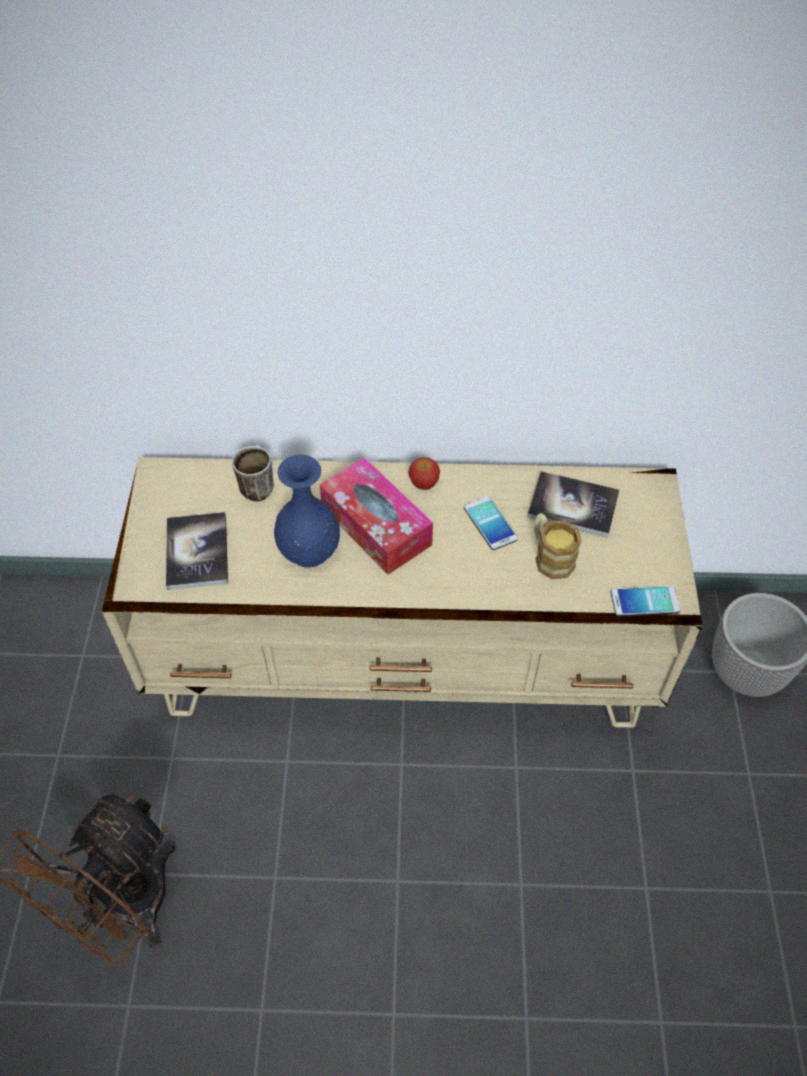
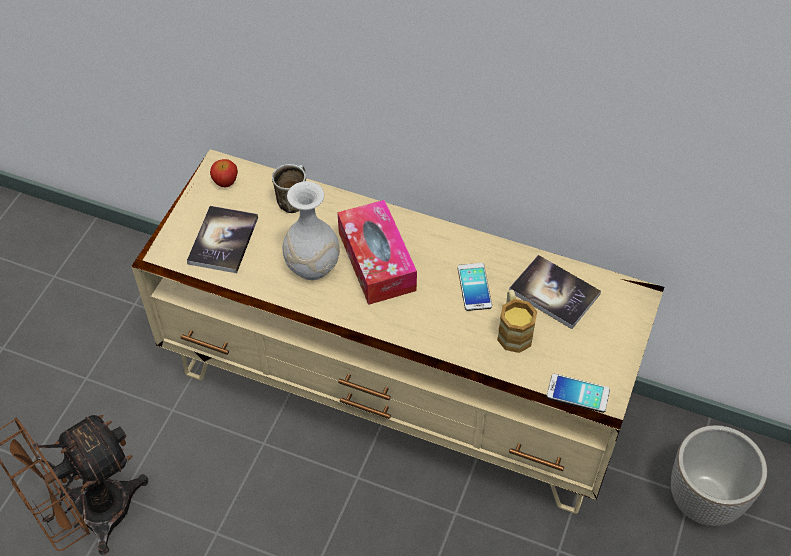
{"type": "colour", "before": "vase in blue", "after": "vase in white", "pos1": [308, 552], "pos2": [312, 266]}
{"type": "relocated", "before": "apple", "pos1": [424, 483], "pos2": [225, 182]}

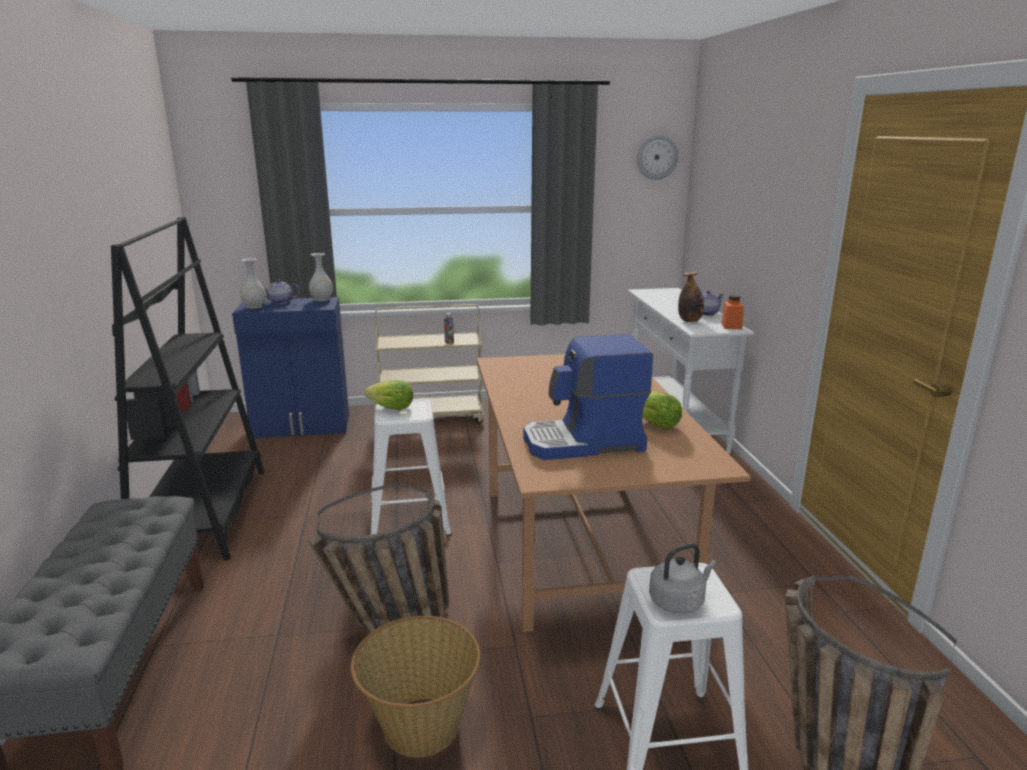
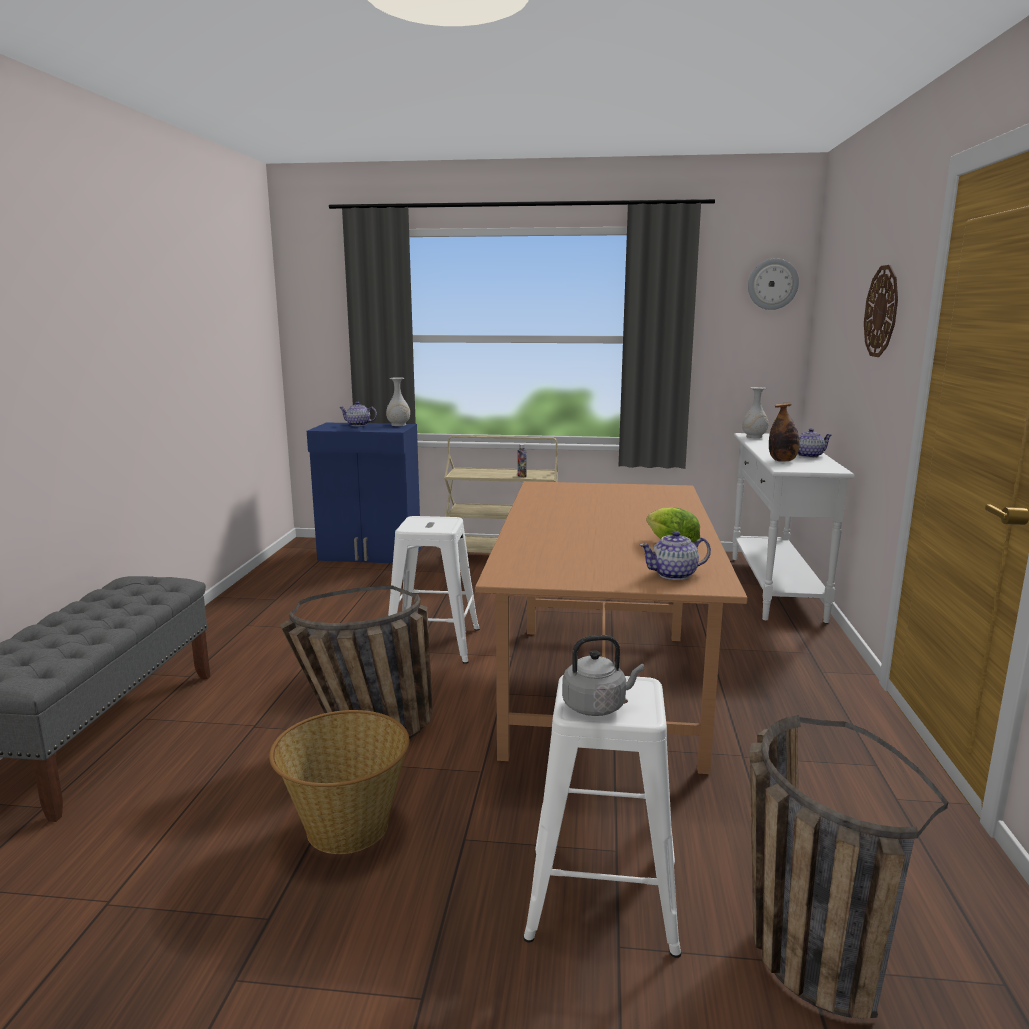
{"type": "missing", "before": "bookcase in black", "pos1": [203, 515]}
{"type": "relocated", "before": "vase in white", "pos1": [255, 307], "pos2": [754, 437]}
{"type": "missing", "before": "jar in orange", "pos1": [731, 326]}
{"type": "missing", "before": "coffee machine", "pos1": [584, 443]}
{"type": "missing", "before": "lettuce", "pos1": [391, 408]}
{"type": "appeared", "after": "wall clock", "pos2": [882, 311]}
{"type": "appeared", "after": "teapot", "pos2": [674, 575]}

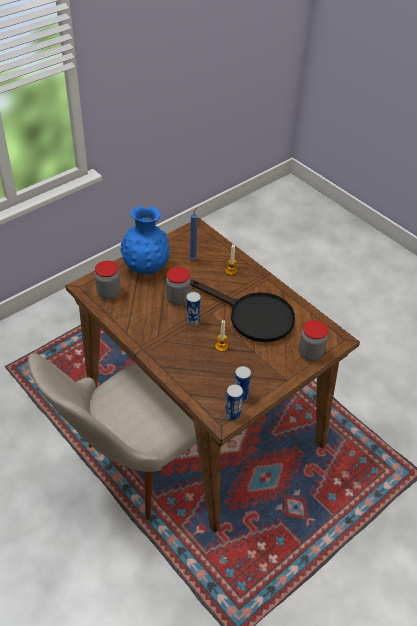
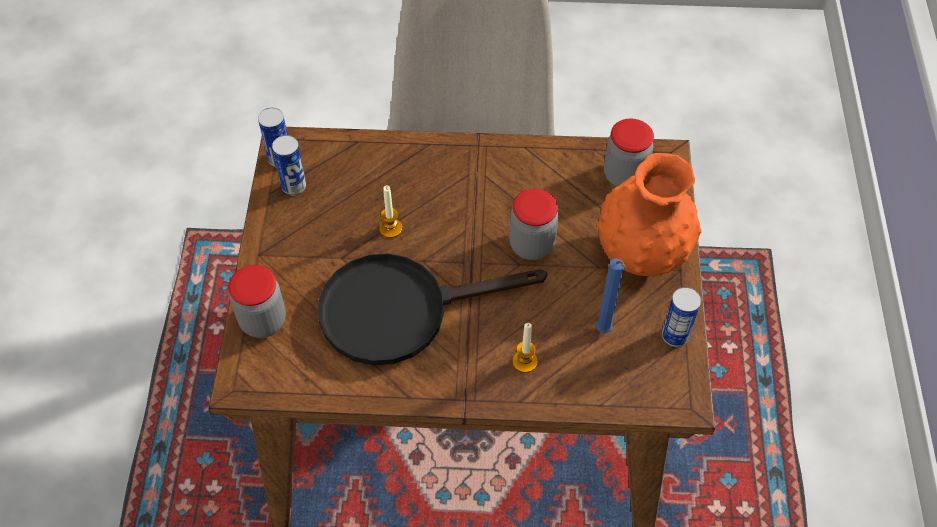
{"type": "colour", "before": "vase in blue", "after": "vase in orange", "pos1": [146, 267], "pos2": [641, 254]}
{"type": "relocated", "before": "can", "pos1": [192, 322], "pos2": [674, 336]}

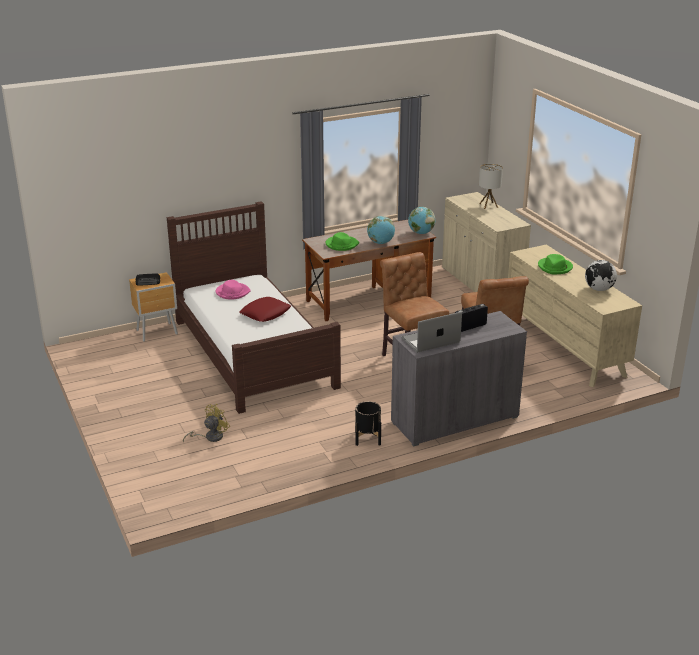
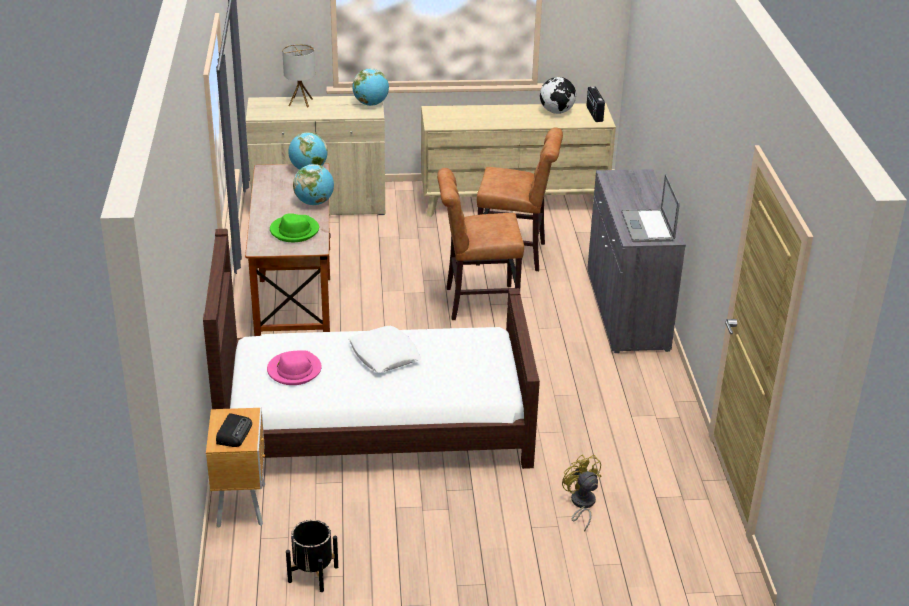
{"type": "missing", "before": "hat in green", "pos1": [555, 267]}
{"type": "colour", "before": "pillow in red", "after": "pillow in white", "pos1": [265, 313], "pos2": [384, 355]}
{"type": "relocated", "before": "radio", "pos1": [470, 327], "pos2": [594, 114]}
{"type": "relocated", "before": "planter in black", "pos1": [367, 438], "pos2": [313, 574]}
{"type": "appeared", "after": "globe", "pos2": [371, 104]}

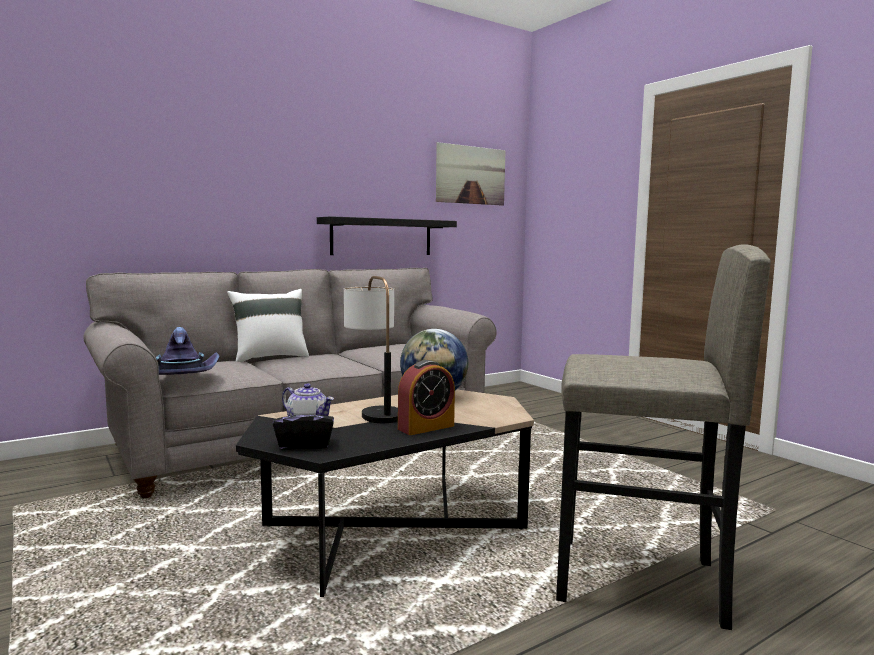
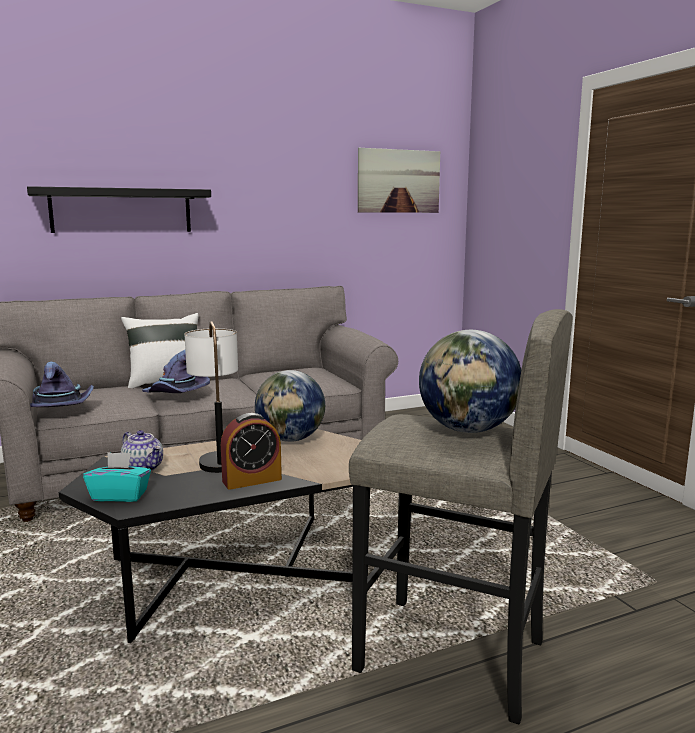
{"type": "relocated", "before": "shelf in black", "pos1": [382, 237], "pos2": [121, 211]}
{"type": "colour", "before": "tissue box in black", "after": "tissue box in turquoise", "pos1": [305, 444], "pos2": [120, 496]}
{"type": "appeared", "after": "globe", "pos2": [468, 430]}
{"type": "appeared", "after": "hat in purple", "pos2": [177, 395]}

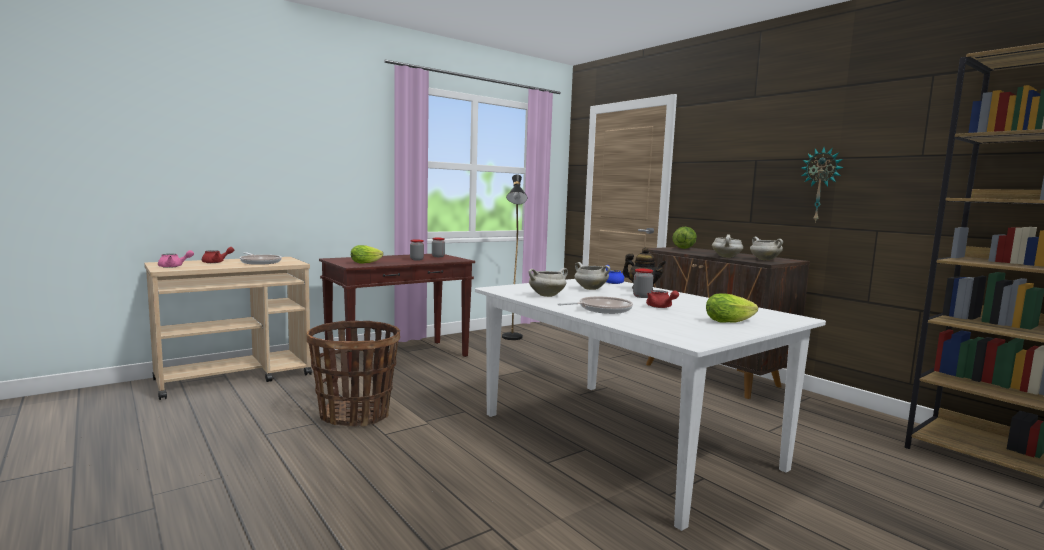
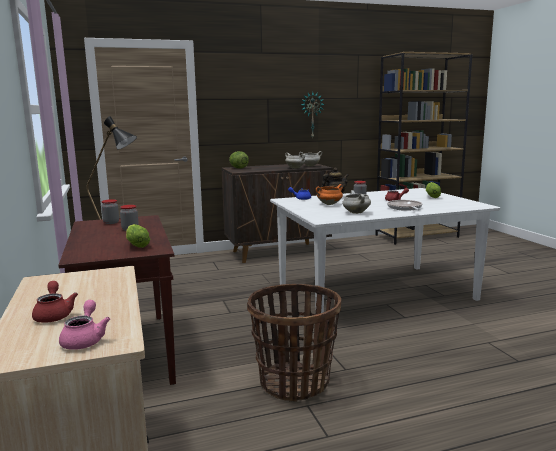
{"type": "missing", "before": "frying pan", "pos1": [260, 262]}
{"type": "colour", "before": "cooking pot in white", "after": "cooking pot in orange", "pos1": [590, 289], "pos2": [329, 204]}

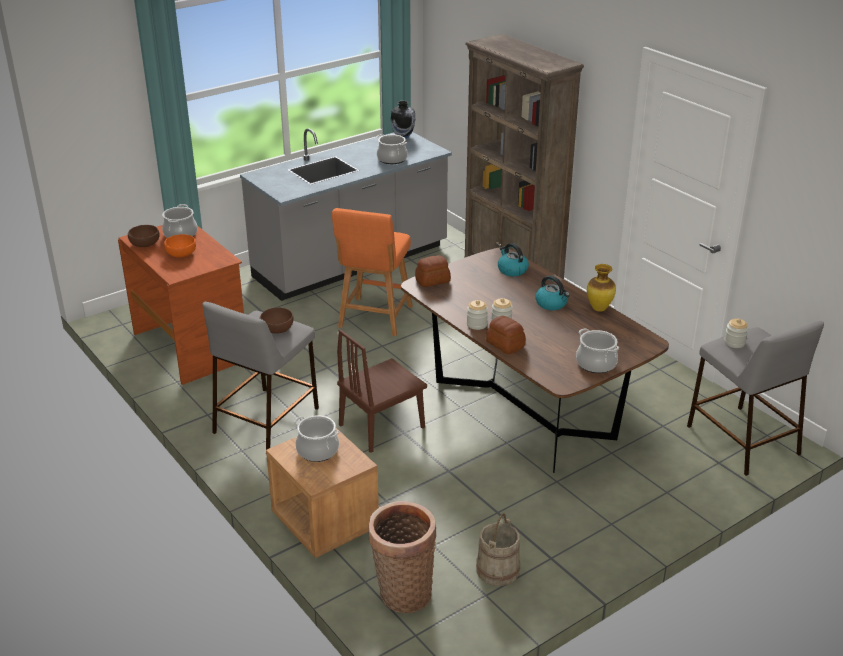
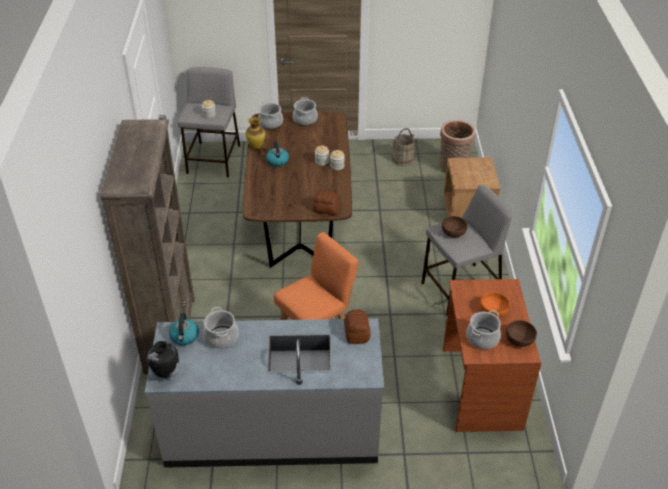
{"type": "relocated", "before": "kettle", "pos1": [512, 270], "pos2": [184, 337]}
{"type": "relocated", "before": "bread", "pos1": [505, 345], "pos2": [357, 333]}
{"type": "missing", "before": "chair in brown", "pos1": [382, 426]}
{"type": "relocated", "before": "cooking pot", "pos1": [317, 450], "pos2": [270, 123]}

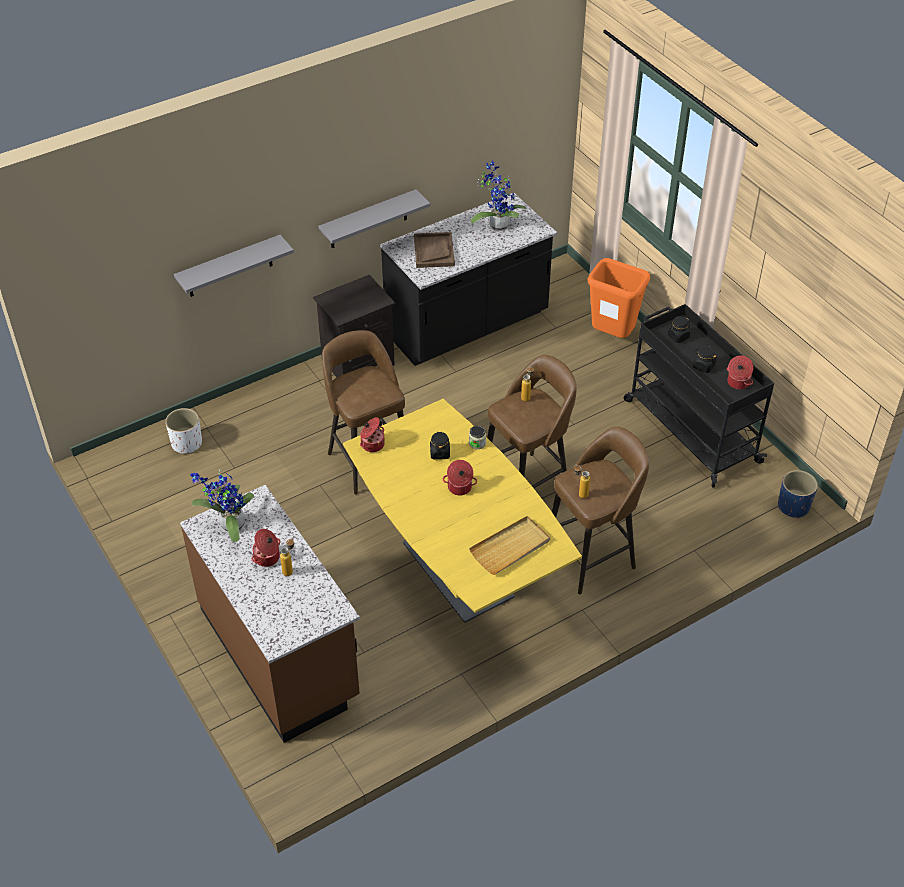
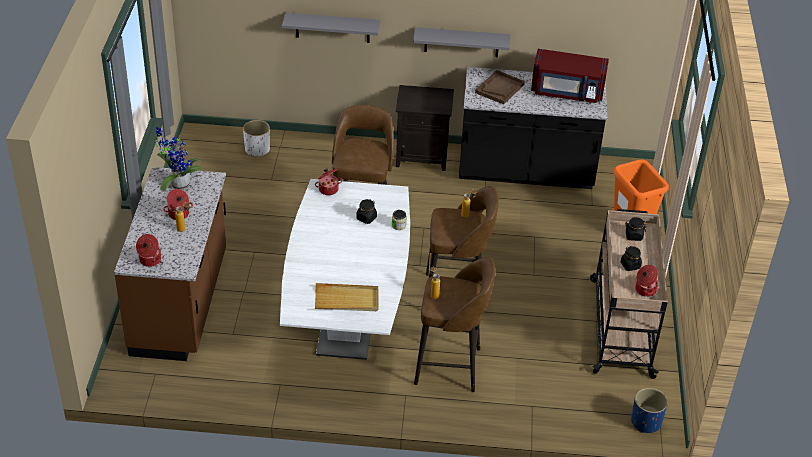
{"type": "exchanged", "before": "potted plant", "after": "microwave in red", "pos1": [497, 224], "pos2": [567, 92]}
{"type": "colour", "before": "cart in black", "after": "cart in beige", "pos1": [690, 430], "pos2": [621, 326]}
{"type": "colour", "before": "dining table in yellow", "after": "dining table in white", "pos1": [457, 570], "pos2": [347, 321]}
{"type": "relocated", "before": "cooking pot", "pos1": [459, 488], "pos2": [149, 260]}

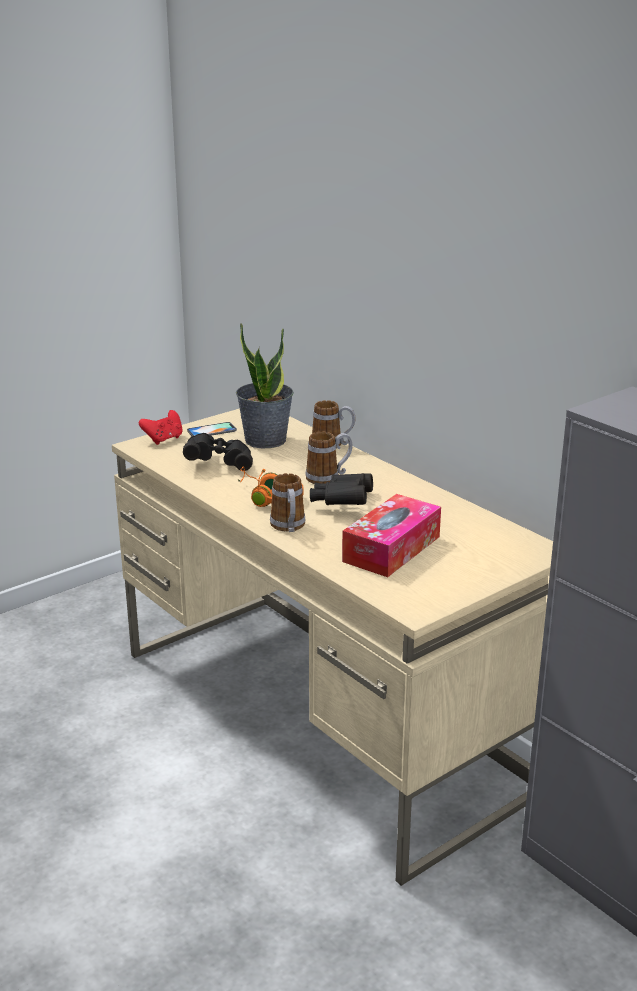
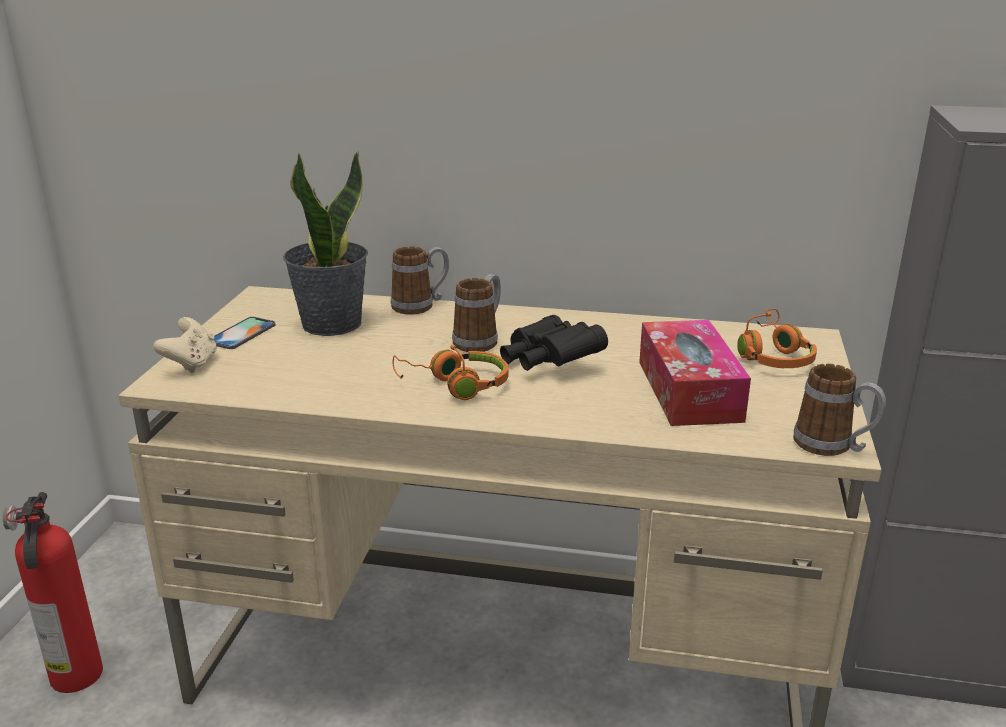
{"type": "colour", "before": "game controller in red", "after": "game controller in beige", "pos1": [163, 439], "pos2": [191, 364]}
{"type": "missing", "before": "binoculars in black", "pos1": [219, 464]}
{"type": "relocated", "before": "mug", "pos1": [289, 527], "pos2": [833, 446]}
{"type": "appeared", "after": "headphones in orange", "pos2": [772, 355]}
{"type": "appeared", "after": "fire extinguisher", "pos2": [76, 677]}

